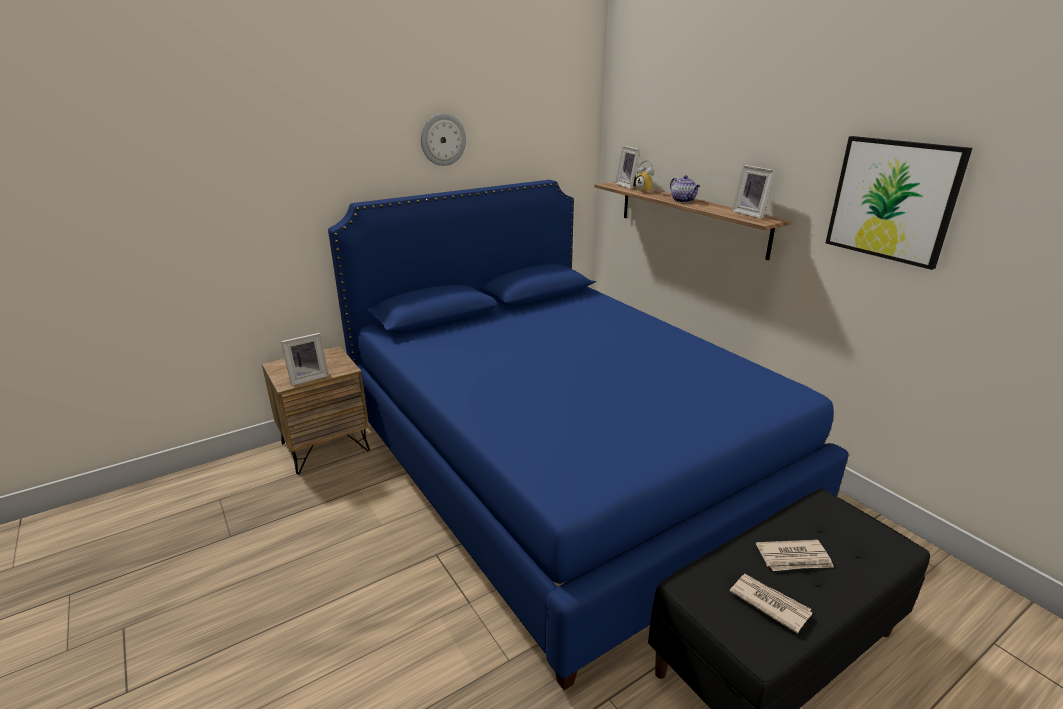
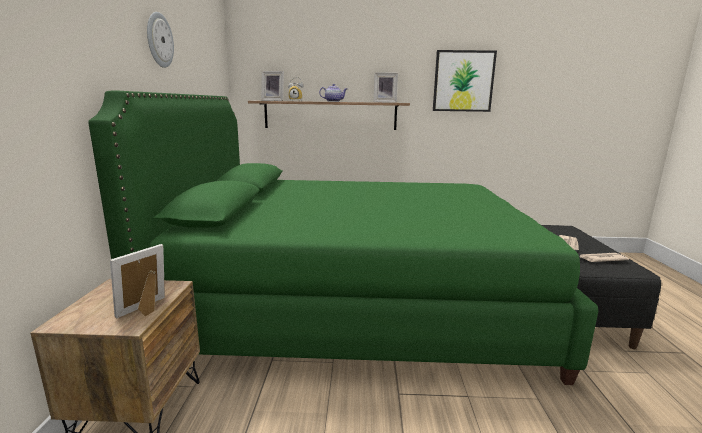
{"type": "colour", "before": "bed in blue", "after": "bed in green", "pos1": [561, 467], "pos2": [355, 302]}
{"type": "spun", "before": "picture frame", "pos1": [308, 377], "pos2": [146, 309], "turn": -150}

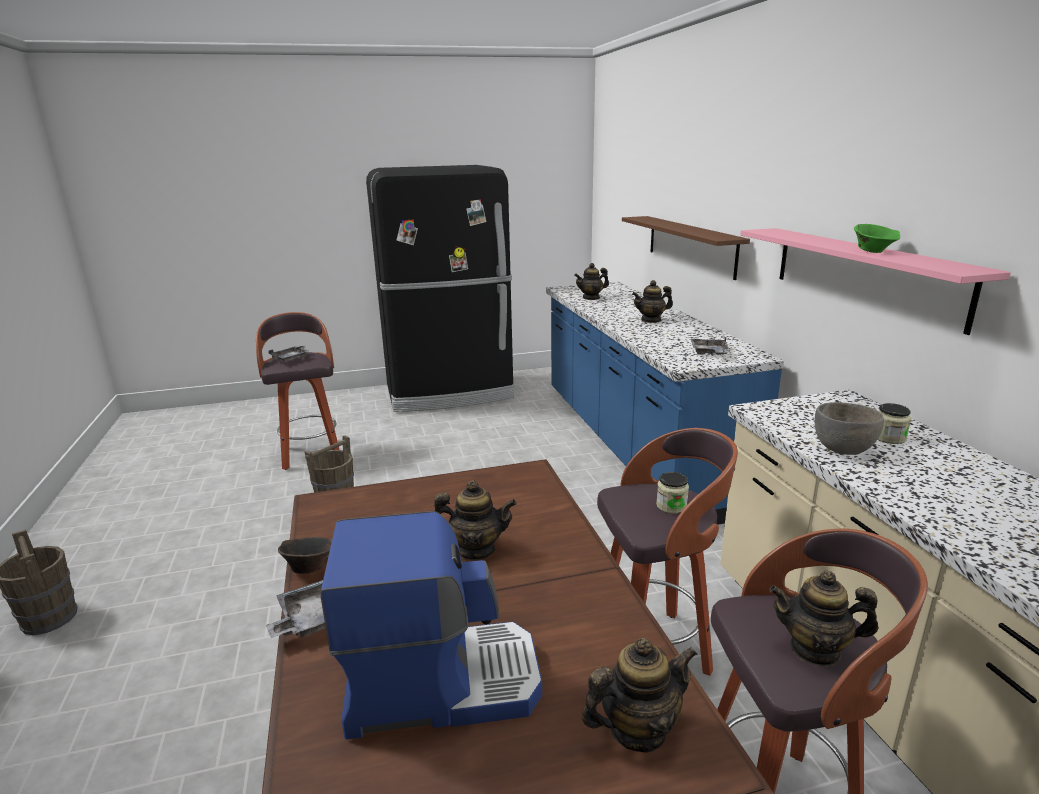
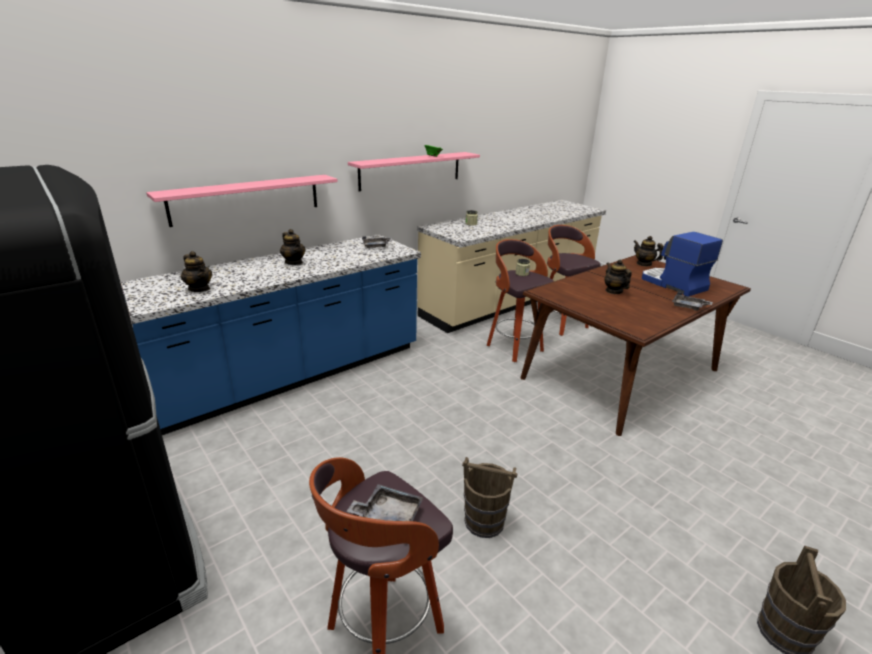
{"type": "colour", "before": "shelf in brown", "after": "shelf in pink", "pos1": [690, 245], "pos2": [246, 199]}
{"type": "missing", "before": "bowl in grey", "pos1": [843, 450]}
{"type": "missing", "before": "bowl in brown", "pos1": [309, 568]}
{"type": "missing", "before": "teapot", "pos1": [815, 649]}

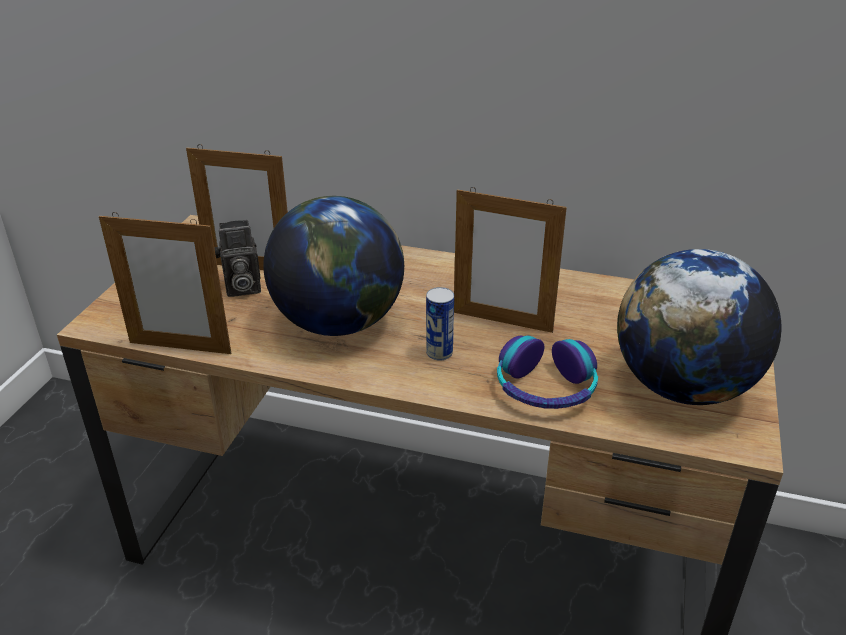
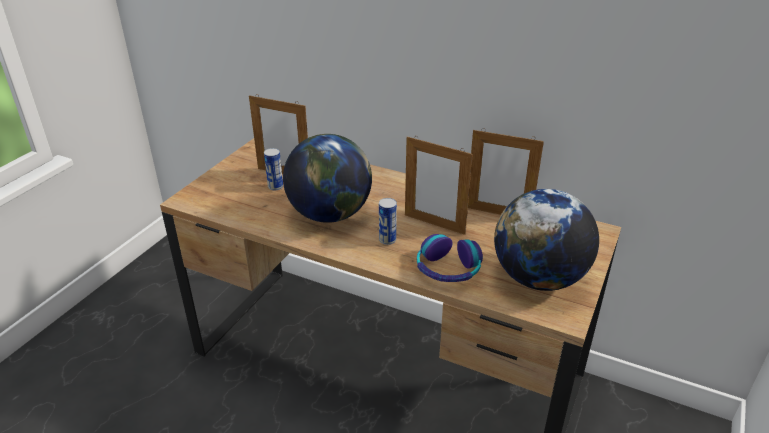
{"type": "relocated", "before": "picture frame", "pos1": [180, 347], "pos2": [498, 213]}
{"type": "exchanged", "before": "photo camera", "after": "can", "pos1": [241, 288], "pos2": [275, 186]}

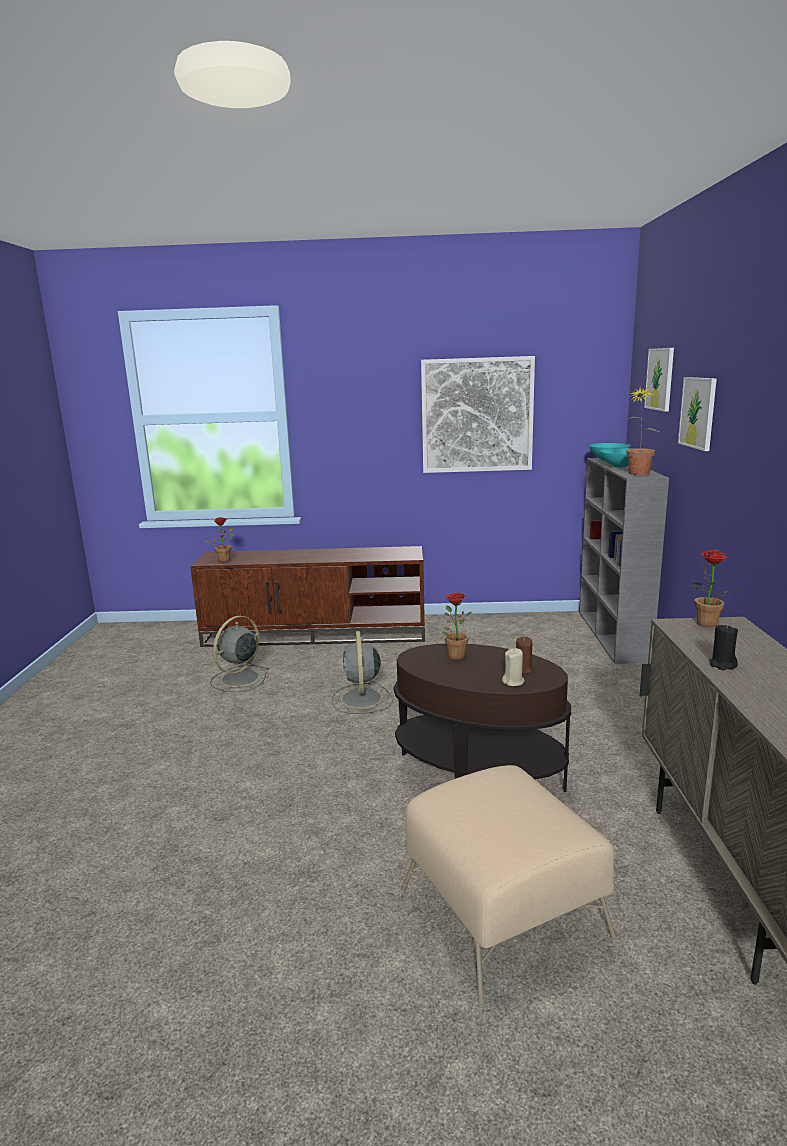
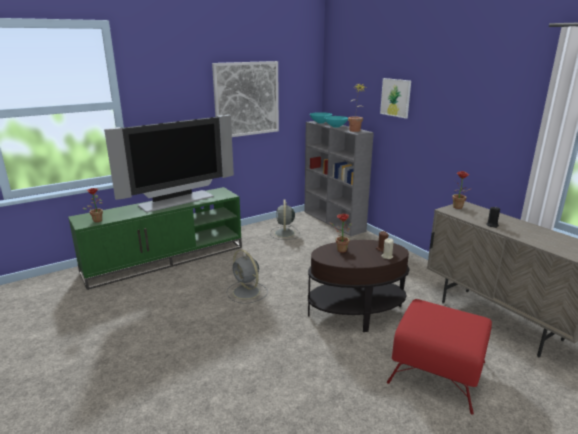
{"type": "missing", "before": "picture", "pos1": [660, 379]}
{"type": "colour", "before": "tv stand in brown", "after": "tv stand in green", "pos1": [316, 633], "pos2": [165, 259]}
{"type": "relocated", "before": "fan in grey", "pos1": [239, 679], "pos2": [284, 233]}
{"type": "colour", "before": "ottoman in beige", "after": "ottoman in red", "pos1": [503, 910], "pos2": [436, 371]}
{"type": "appeared", "after": "television", "pos2": [177, 201]}

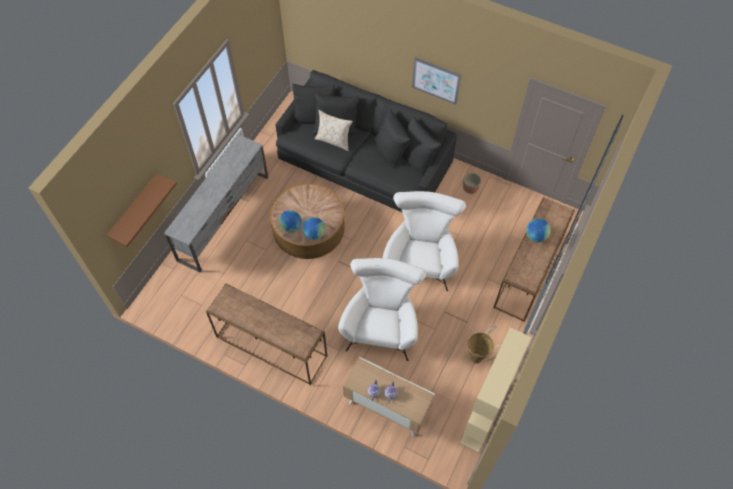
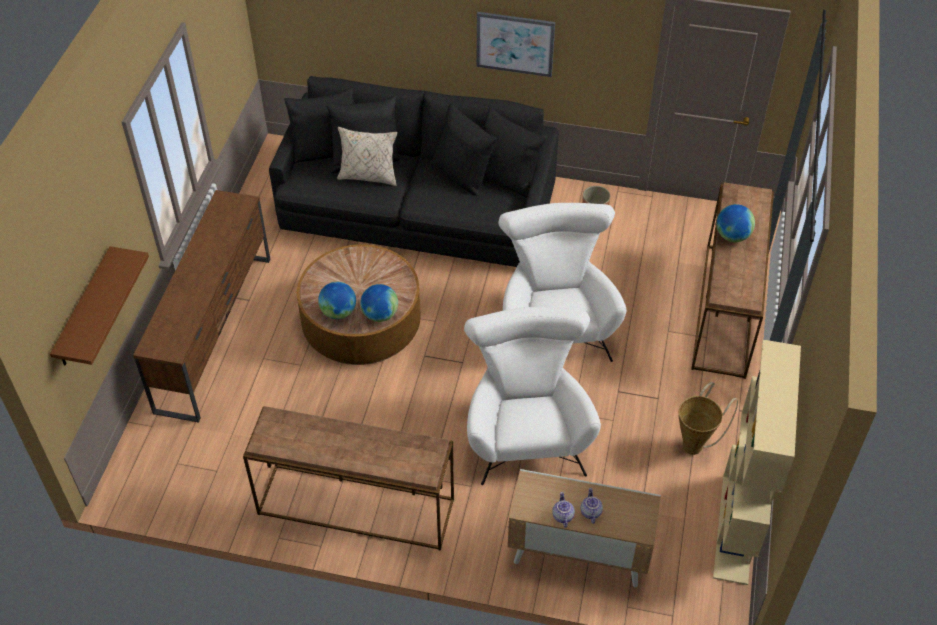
{"type": "colour", "before": "tv stand in grey", "after": "tv stand in brown", "pos1": [224, 217], "pos2": [215, 332]}

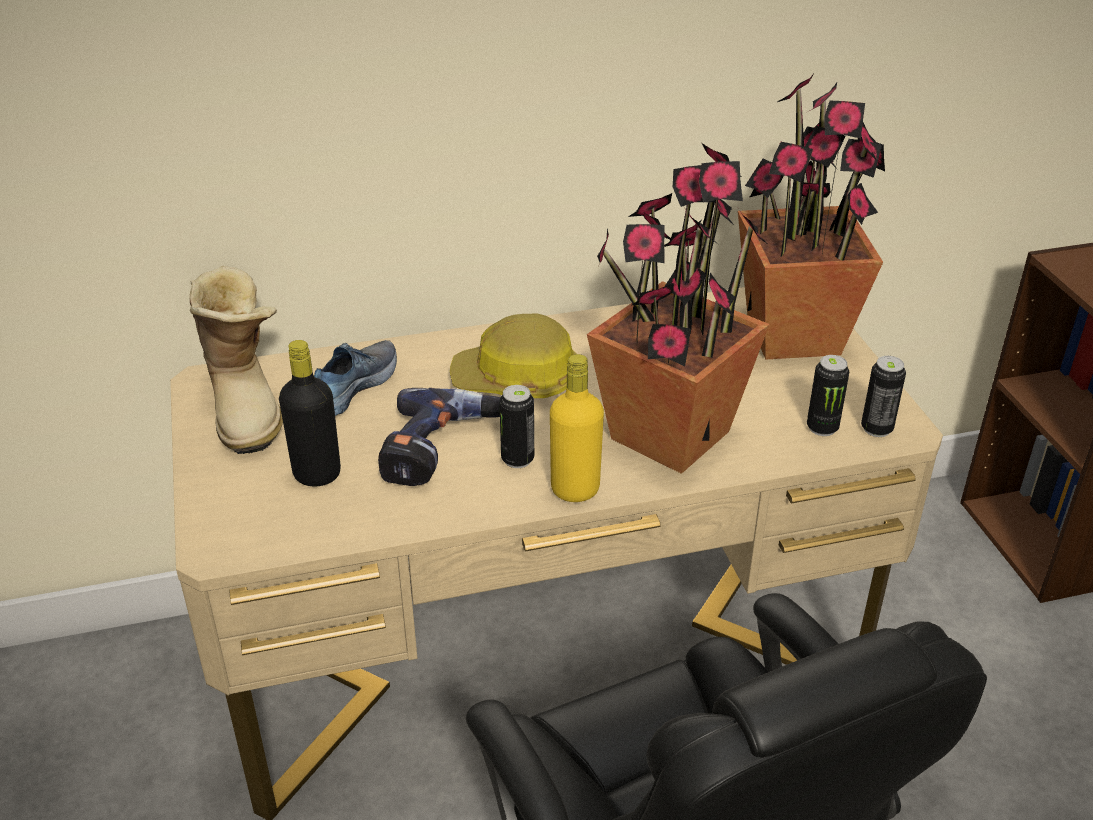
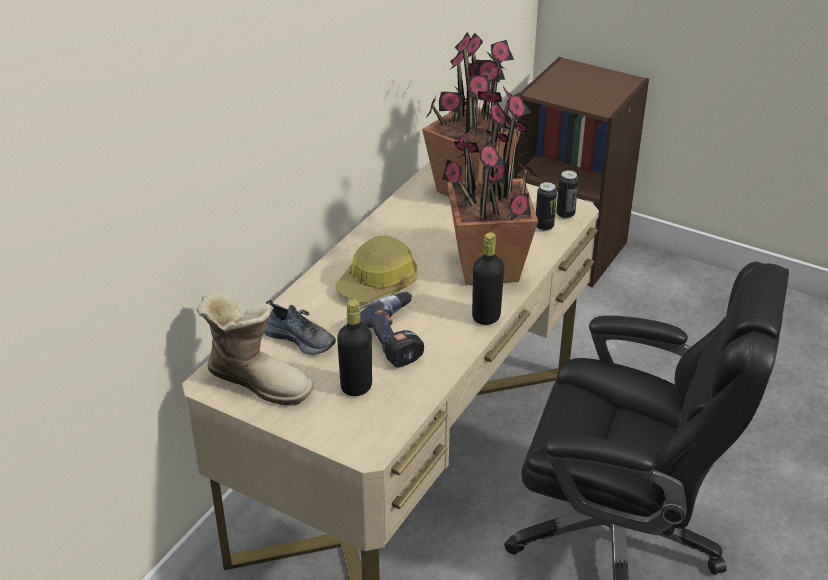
{"type": "spun", "before": "shoe", "pos1": [350, 388], "pos2": [299, 338], "turn": 135}
{"type": "colour", "before": "bottle in yellow", "after": "bottle in black", "pos1": [575, 490], "pos2": [486, 317]}
{"type": "missing", "before": "can", "pos1": [517, 459]}

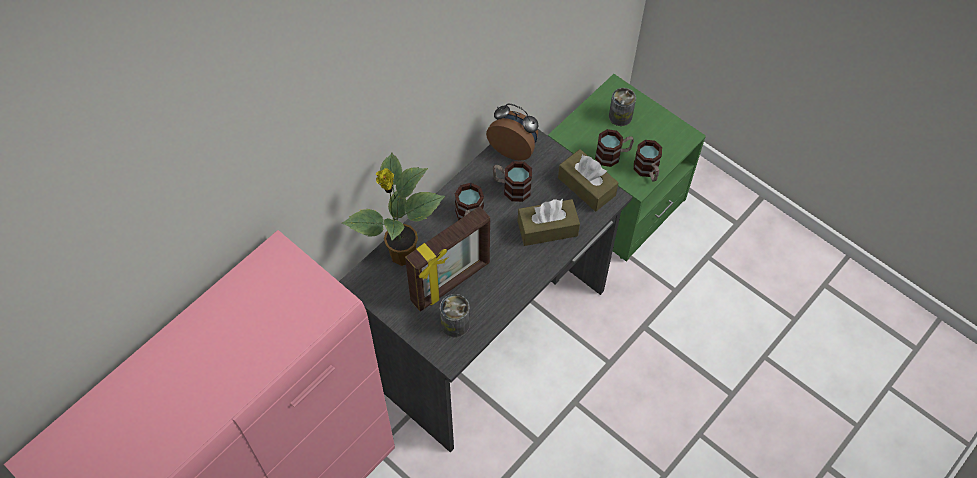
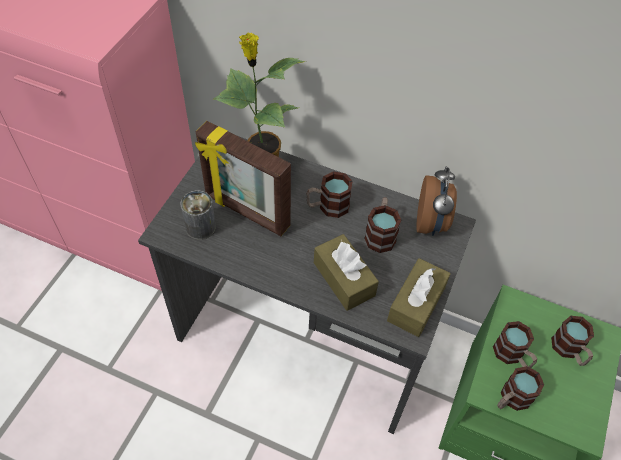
{"type": "exchanged", "before": "can", "after": "mug", "pos1": [620, 116], "pos2": [569, 350]}

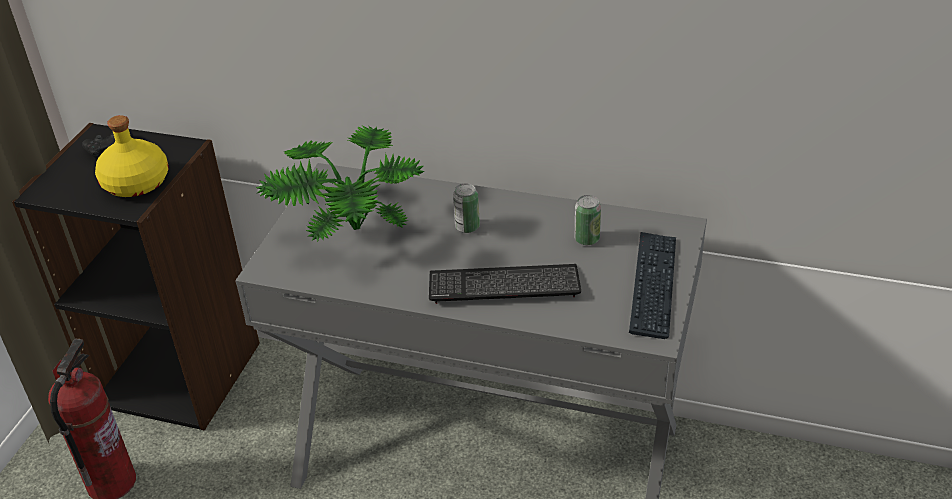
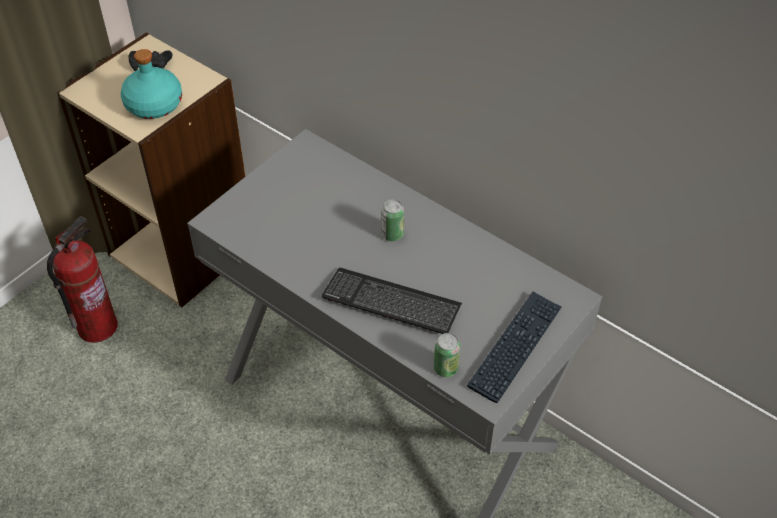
{"type": "colour", "before": "bottle in yellow", "after": "bottle in turquoise", "pos1": [135, 183], "pos2": [153, 105]}
{"type": "colour", "before": "bookcase in black", "after": "bookcase in beige", "pos1": [178, 372], "pos2": [183, 249]}
{"type": "missing", "before": "potted plant", "pos1": [347, 234]}
{"type": "relocated", "before": "can", "pos1": [587, 239], "pos2": [445, 368]}

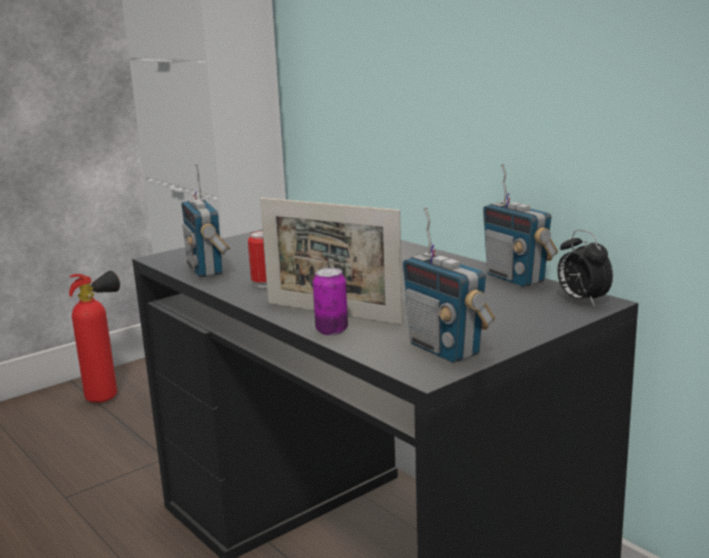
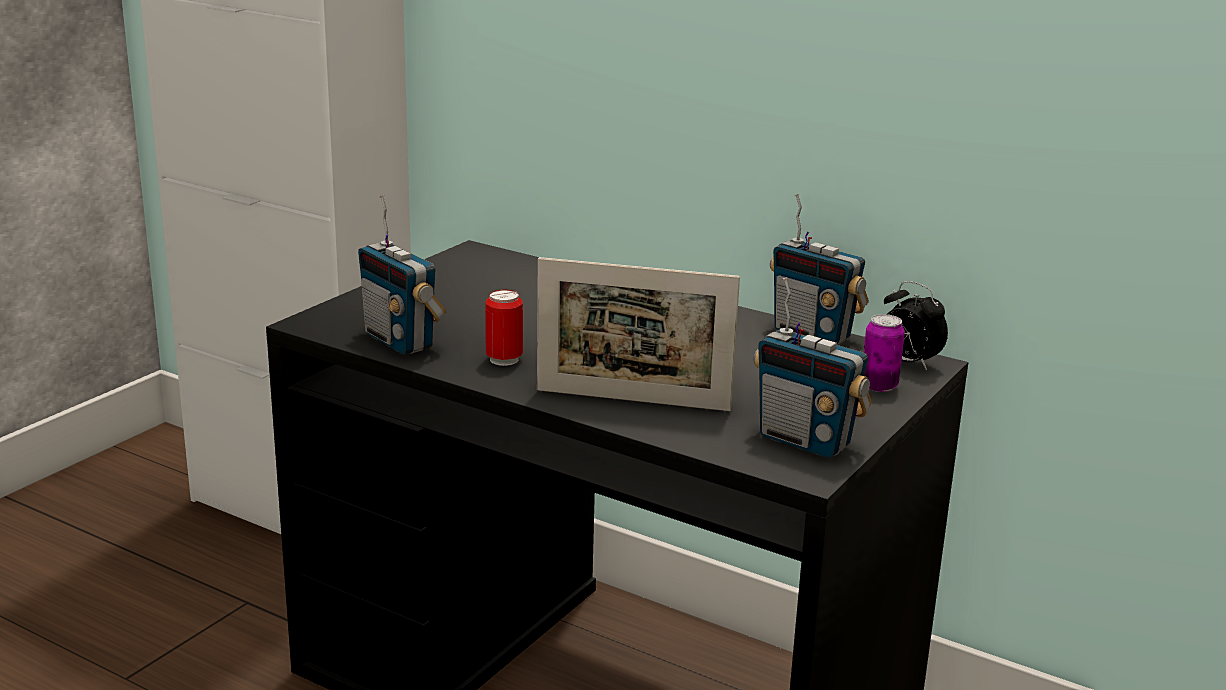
{"type": "relocated", "before": "can", "pos1": [331, 330], "pos2": [879, 386]}
{"type": "missing", "before": "fire extinguisher", "pos1": [108, 396]}

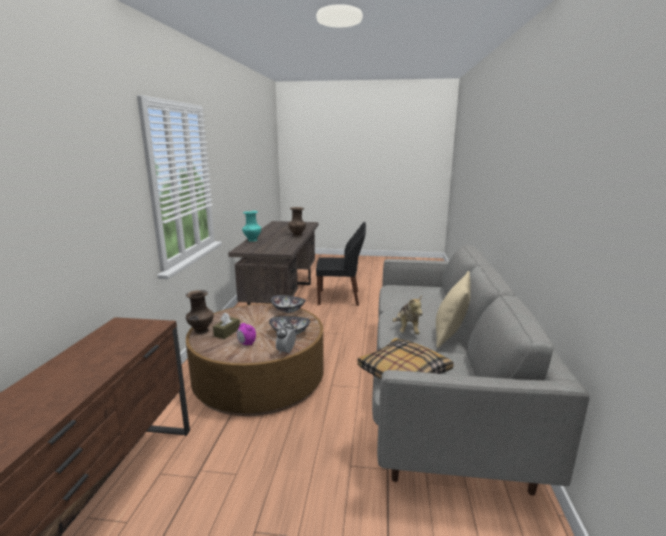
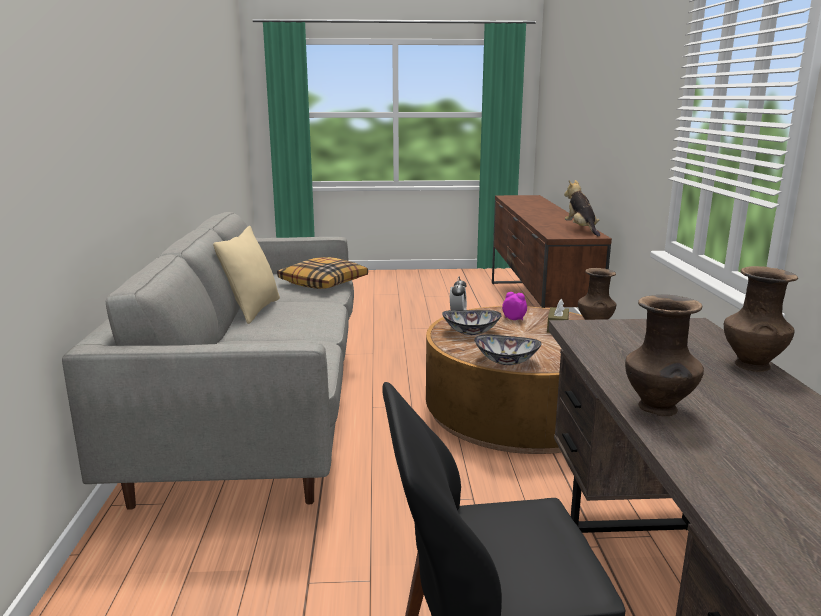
{"type": "colour", "before": "vase in turquoise", "after": "vase in brown", "pos1": [252, 240], "pos2": [751, 365]}
{"type": "relocated", "before": "plush toy", "pos1": [406, 330], "pos2": [581, 230]}

